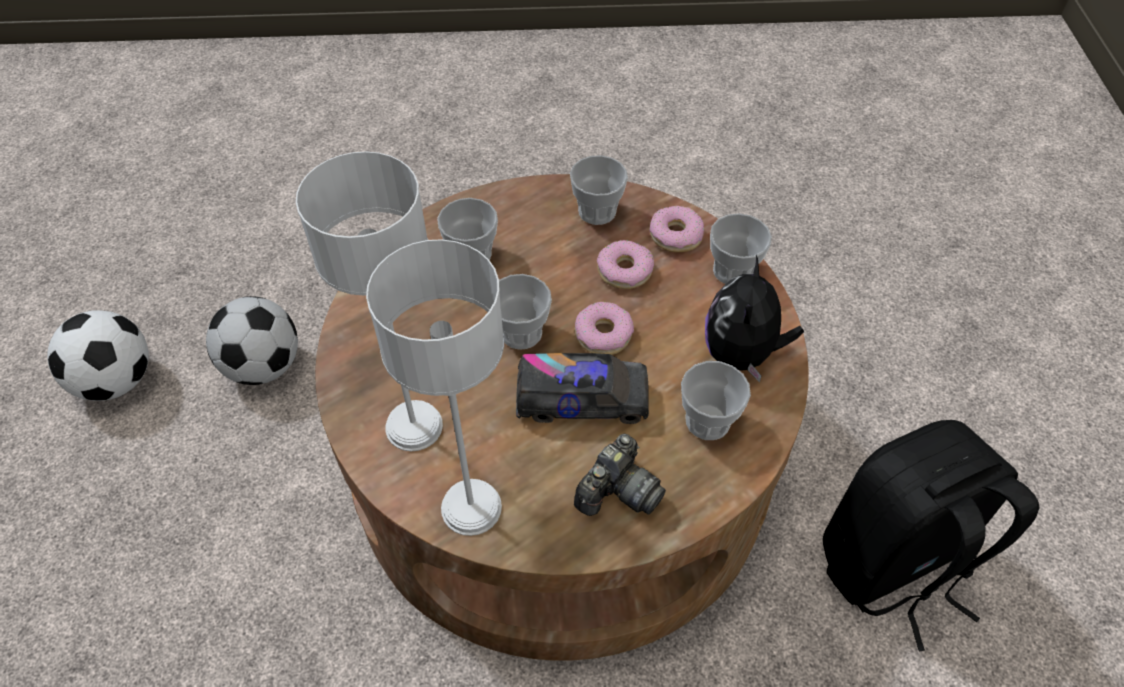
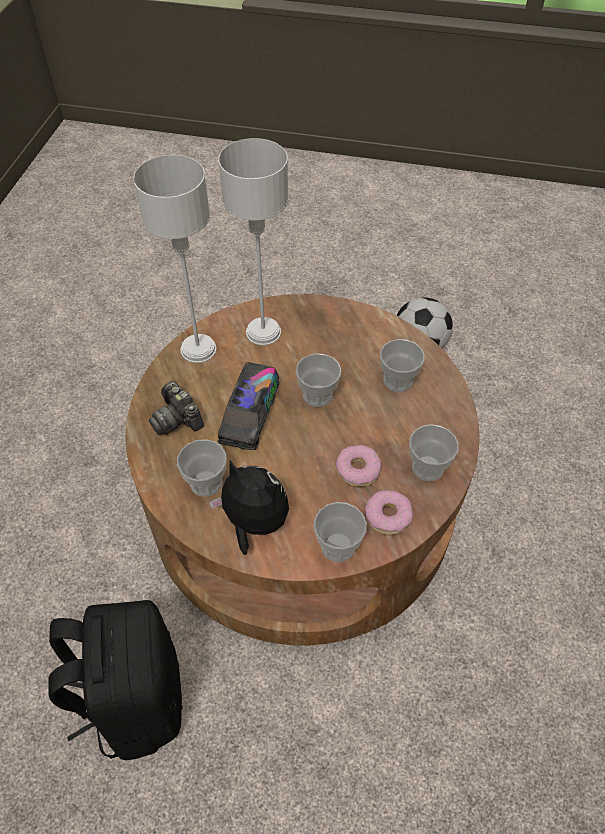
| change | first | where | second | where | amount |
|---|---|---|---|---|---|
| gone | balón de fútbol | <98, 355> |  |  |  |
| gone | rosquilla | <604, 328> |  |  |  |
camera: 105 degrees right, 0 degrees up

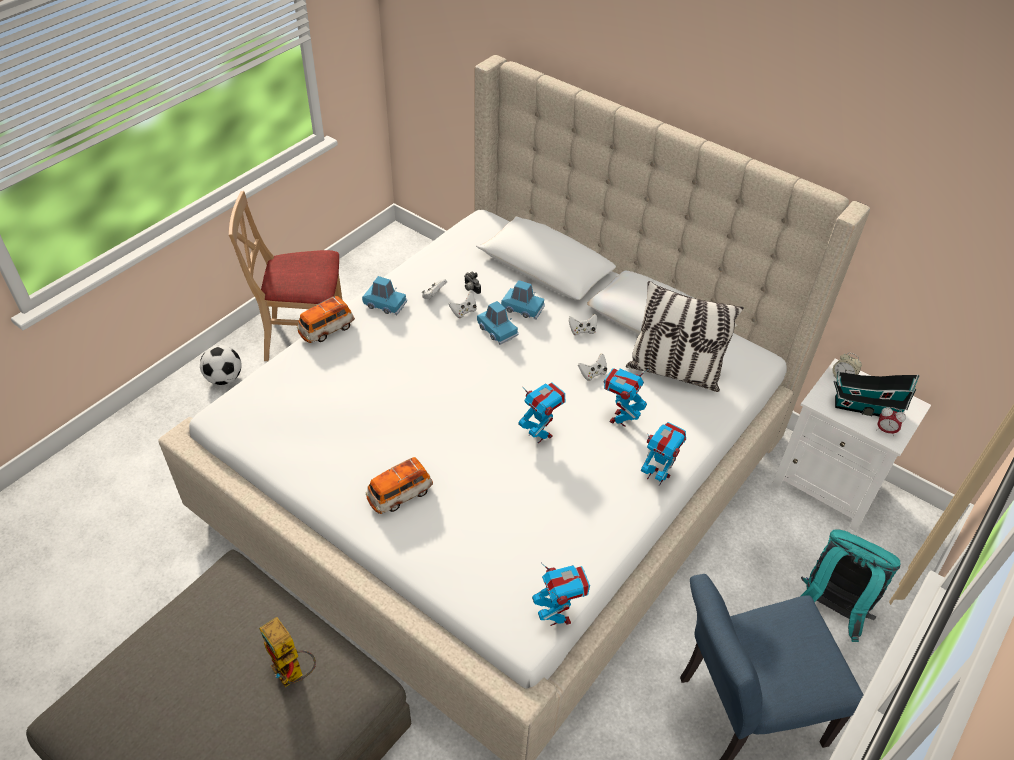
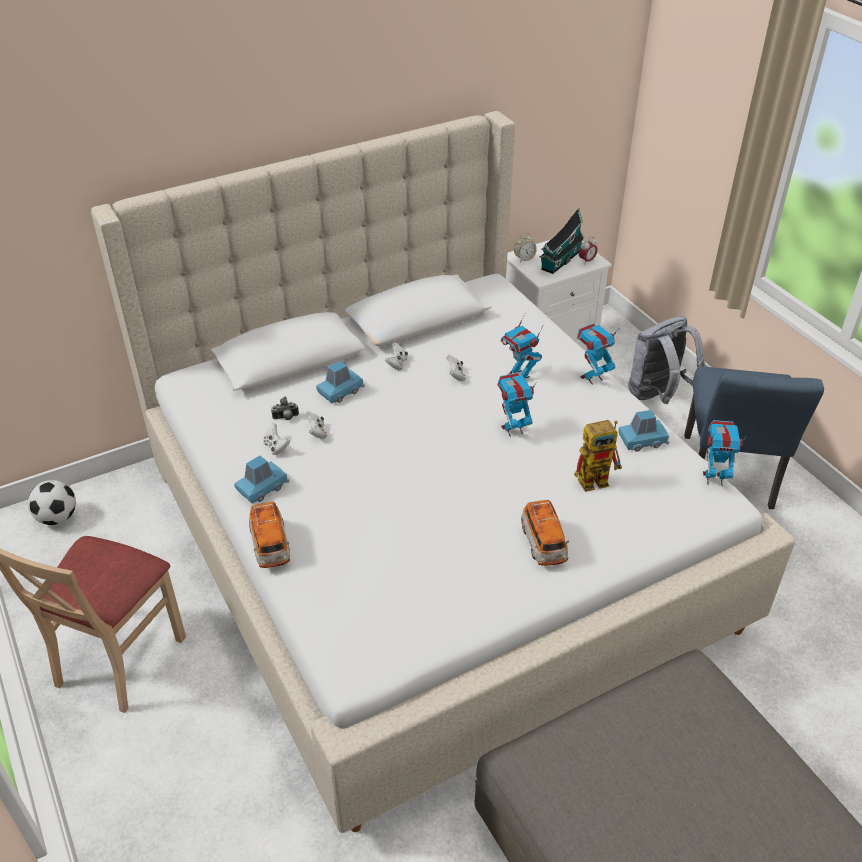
| change | first | where | second | where | amount |
|---|---|---|---|---|---|
| shifted | balón de fútbol | <221, 365> |  | <52, 502> |  |
| shifted | robot de juguete | <287, 652> |  | <598, 456> |  |
| shifted | coche de juguete/azul | <498, 323> |  | <644, 431> |  |
| gone | cojín | <685, 336> |  |  |  |
| repainted | mochila/turquesa | <851, 585> | mochila/gris | <666, 360> |  |
camera: 65 degrees left, 5 degrees down

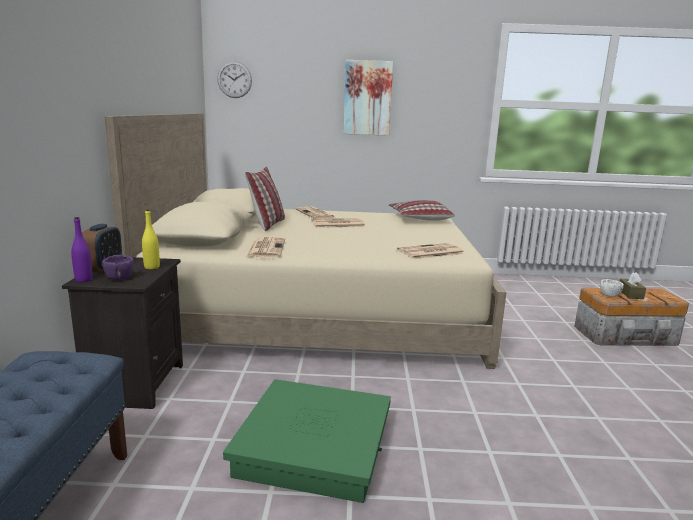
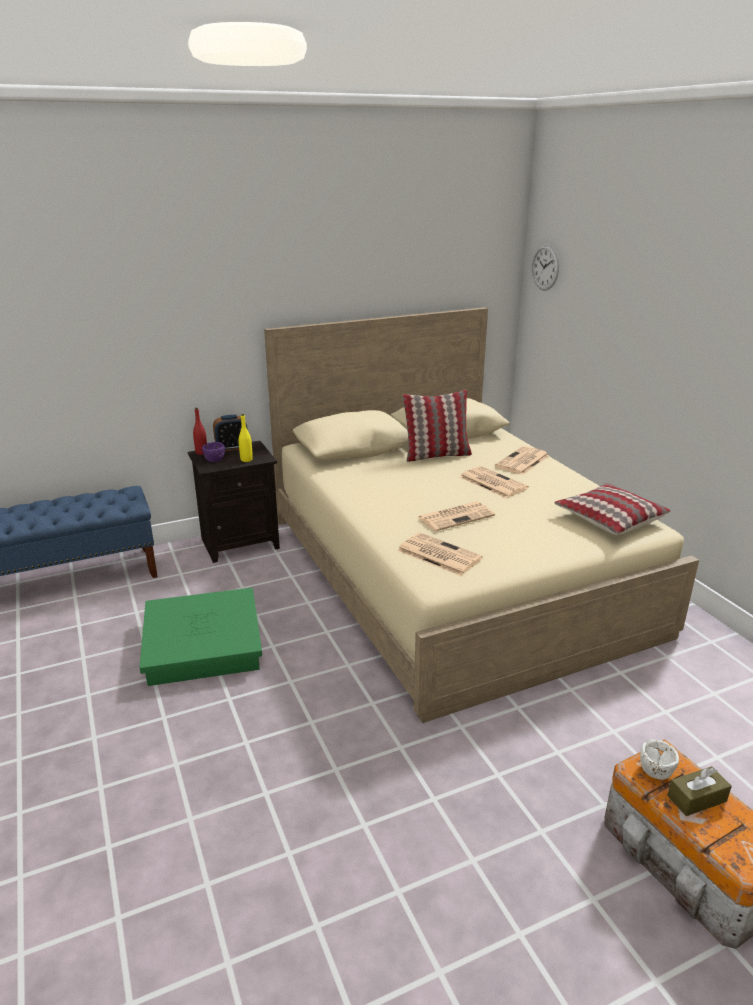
| change | first | where | second | where | amount |
|---|---|---|---|---|---|
| repainted | botella/morado | <82, 249> | botella/rojo | <200, 431> |  |
| shifted | periódico | <265, 247> |  | <456, 516> |  |
| gone | cuadro | <368, 98> |  |  |  |
camera: 65 degrees right, 10 degrees up

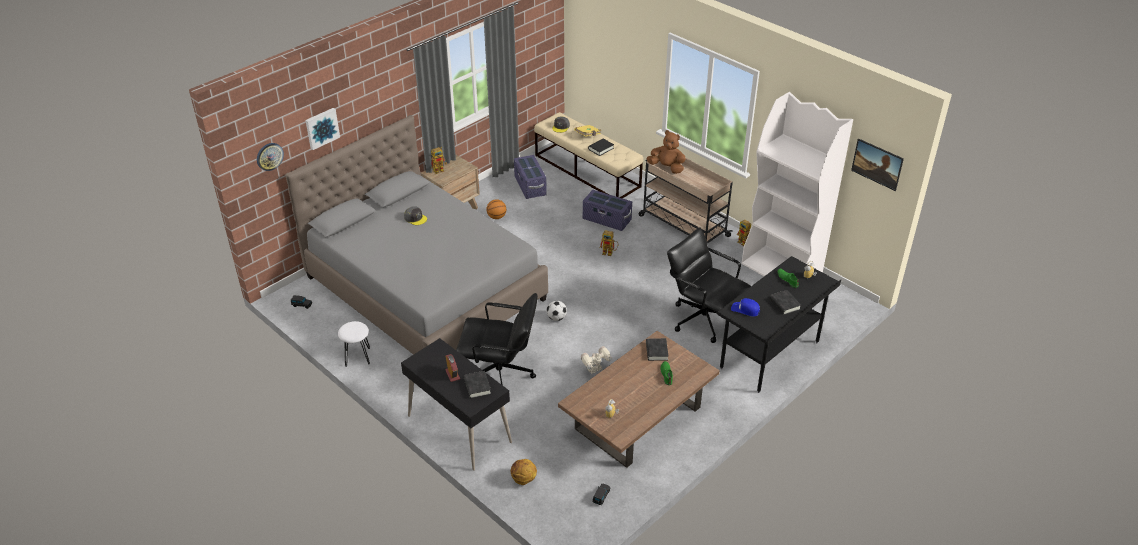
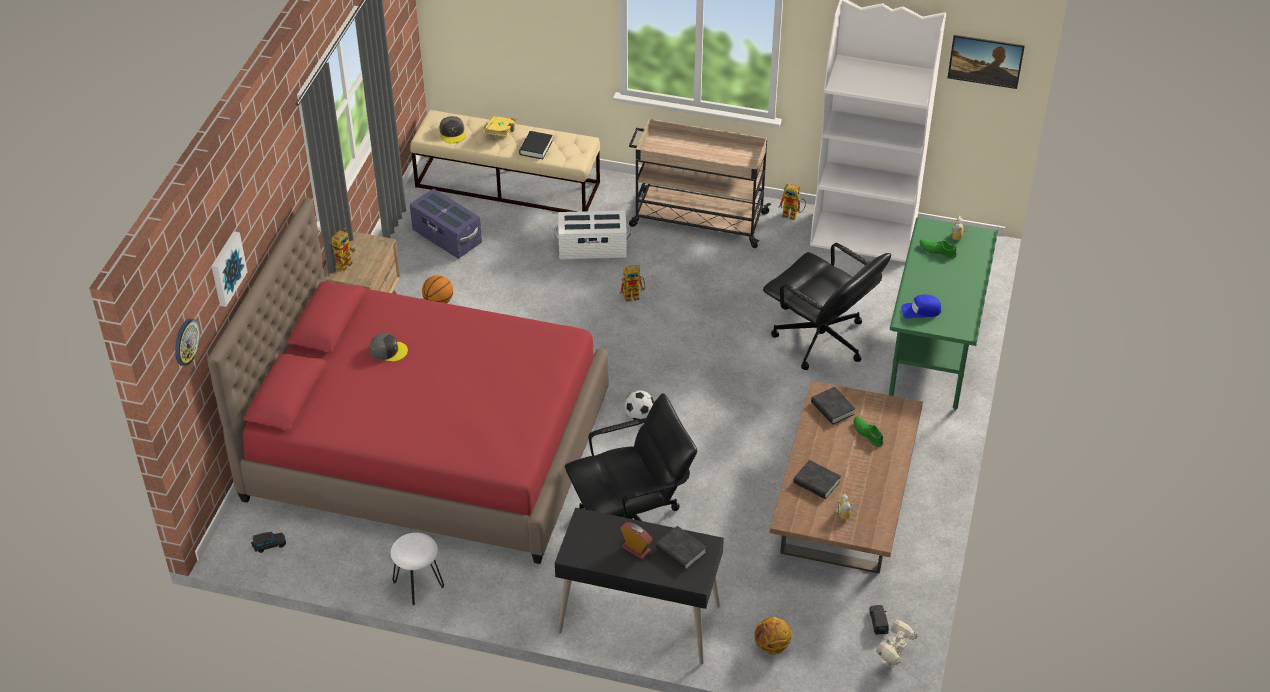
| change | first | where | second | where | amount |
|---|---|---|---|---|---|
| repainted | cama/gris | <416, 235> | cama/rojo | <408, 380> |  |
| shifted | robot de juguete | <596, 360> |  | <897, 644> |  |
| repainted | caja de almacenaje/morado | <607, 210> | caja de almacenaje/blanco | <592, 234> |  |
| gone | peluche/marrón | <666, 152> |  |  |  |
| rotated | silla de oficina/negro | <709, 285> |  | <827, 306> | 150 degrees counterclockwise |
| repainted | escritorio/negro | <779, 324> | escritorio/verde | <944, 314> |  |
| shifted | libro/negro | <785, 302> |  | <817, 479> |  |
camera: 30 degrees left, 5 degrees up

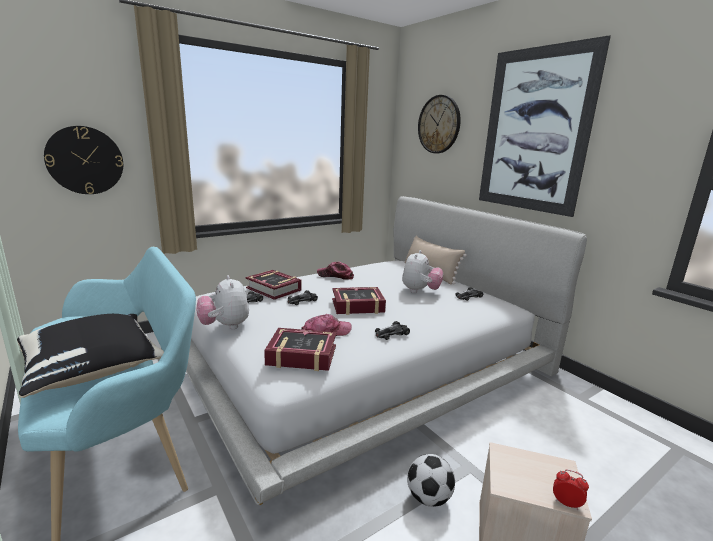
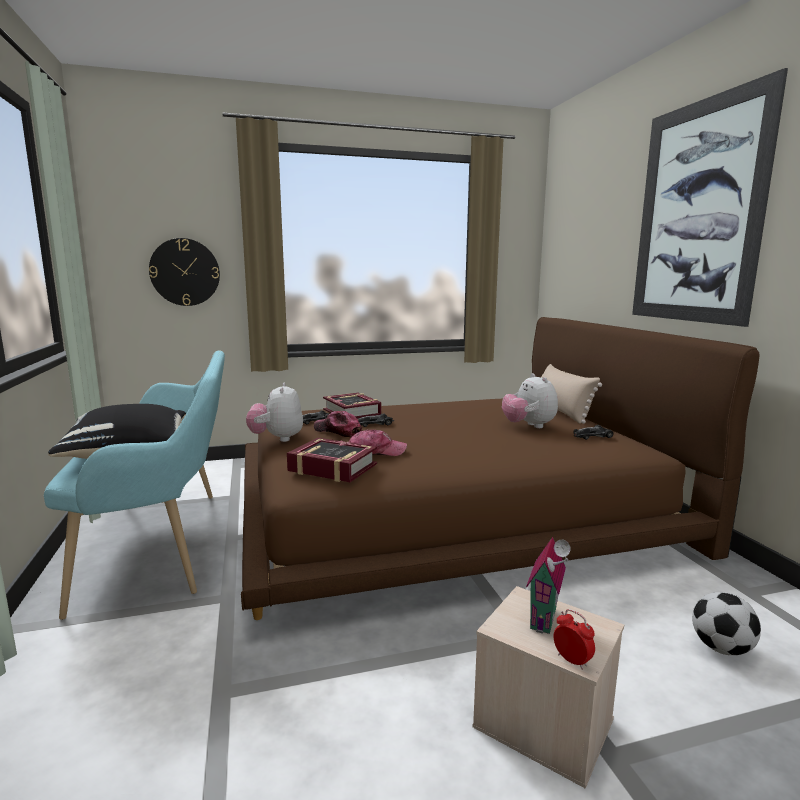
| change | first | where | second | where | amount |
|---|---|---|---|---|---|
| repainted | cama/blanco | <386, 350> | cama/marrón | <500, 468> |  |
| shifted | gorra | <335, 271> |  | <338, 424> |  |
| gone | libro | <359, 301> |  |  |  |
| gone | coche de juguete | <392, 330> |  |  |  |
| rotated | peluche | <422, 271> |  | <530, 400> | 120 degrees clockwise |
| shifted | balón de fútbol | <431, 480> |  | <726, 623> |  |
| gone | reloj de pared | <439, 124> |  |  |  |
| new |  |  | casita | <548, 585> |  |
camera: 20 degrees right, 5 degrees down

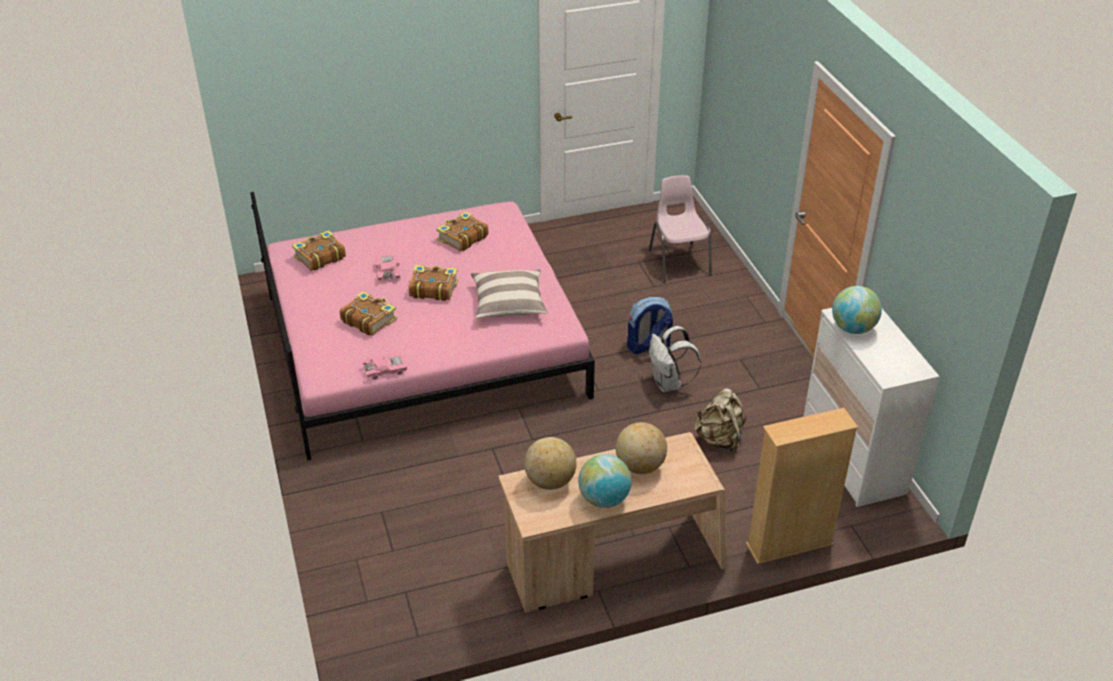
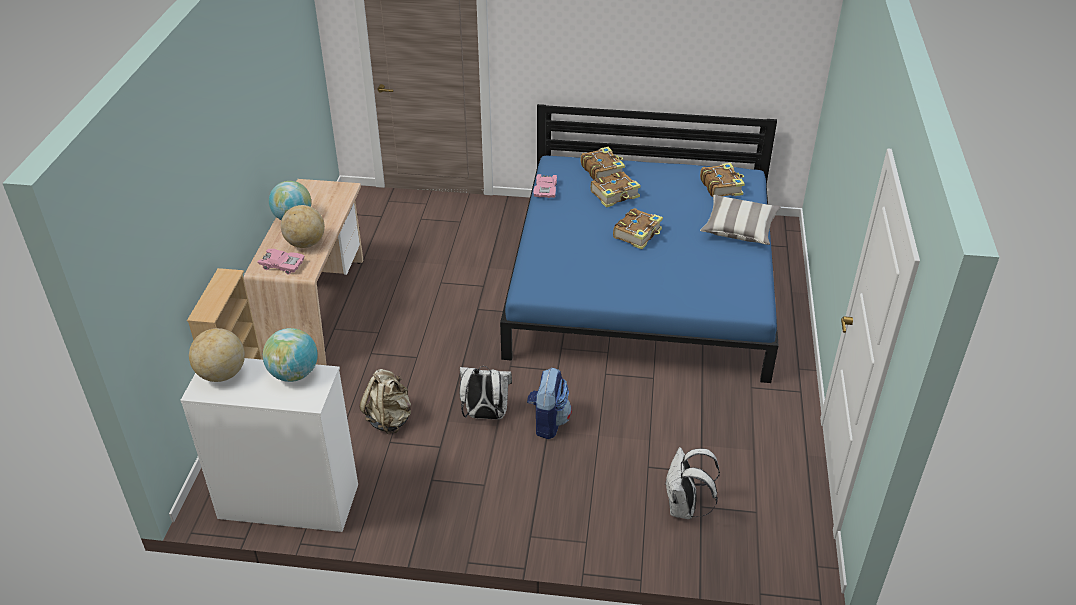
| change | first | where | second | where | amount |
|---|---|---|---|---|---|
| repainted | cama/rosa | <422, 326> | cama/azul | <639, 243> |  |
| shifted | coche de juguete/rosa | <387, 267> |  | <281, 262> |  |
| shifted | libro | <462, 231> |  | <603, 163> |  |
| shifted | cojín | <509, 293> |  | <740, 220> |  |
| shifted | globo terráqueo | <550, 463> |  | <217, 355> |  |
| swapped | silla/rosa | <680, 229> | mochila/blanco | <692, 483> |  |
camera: 115 degrees right, 0 degrees up

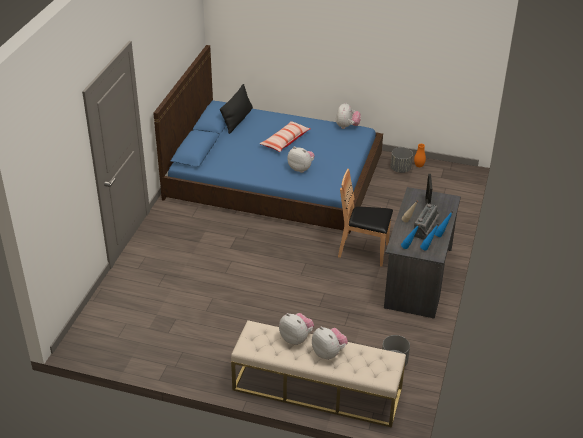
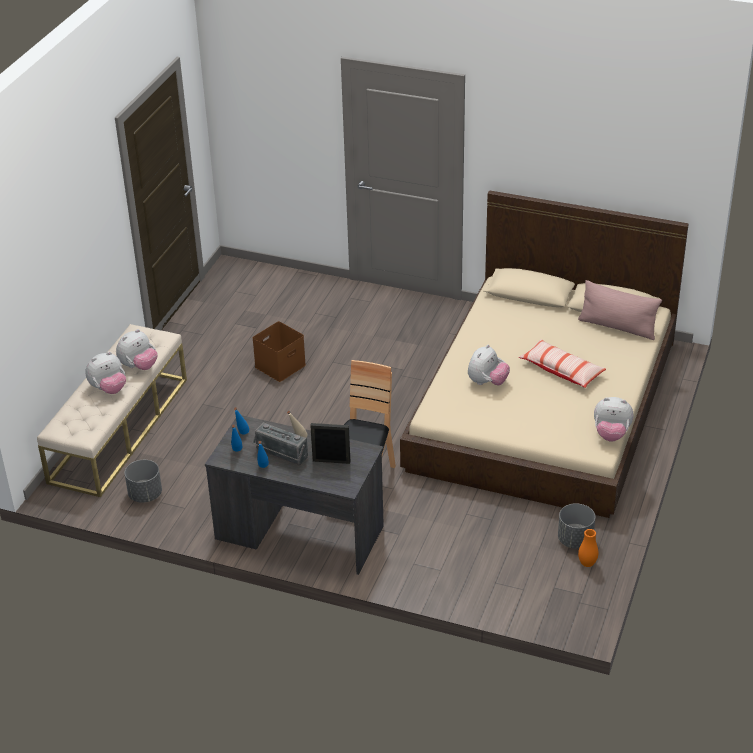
| change | first | where | second | where | amount |
|---|---|---|---|---|---|
| repainted | cama/azul | <268, 139> | cama/beis | <544, 354> |  |
| repainted | cojín/negro | <236, 109> | cojín/rosa | <620, 310> |  |
| new |  |  | caja de almacenaje/marrón | <279, 351> |  |
camera: 95 degrees right, 0 degrees up

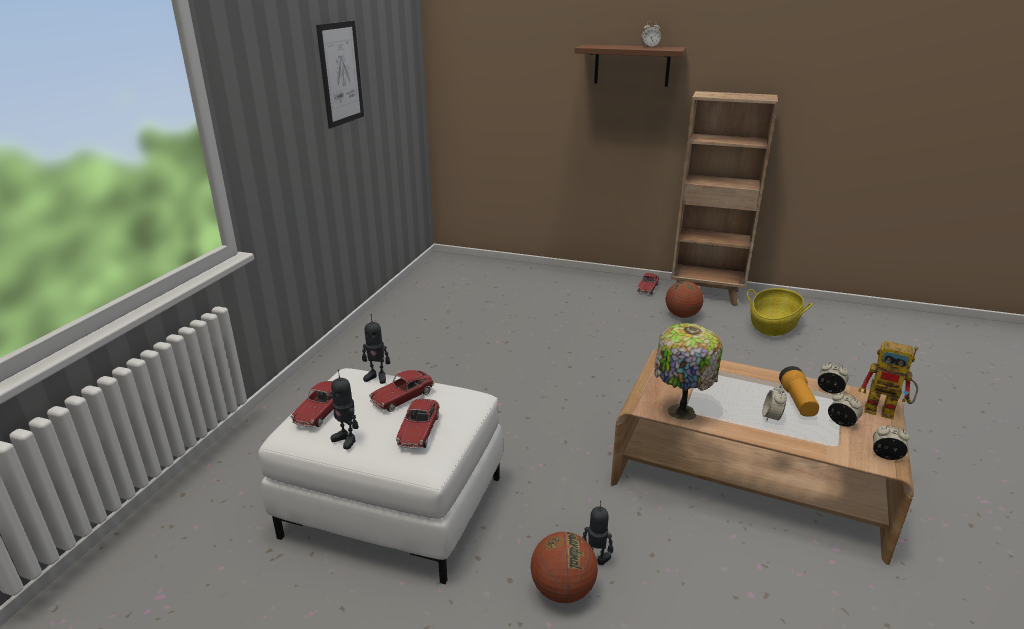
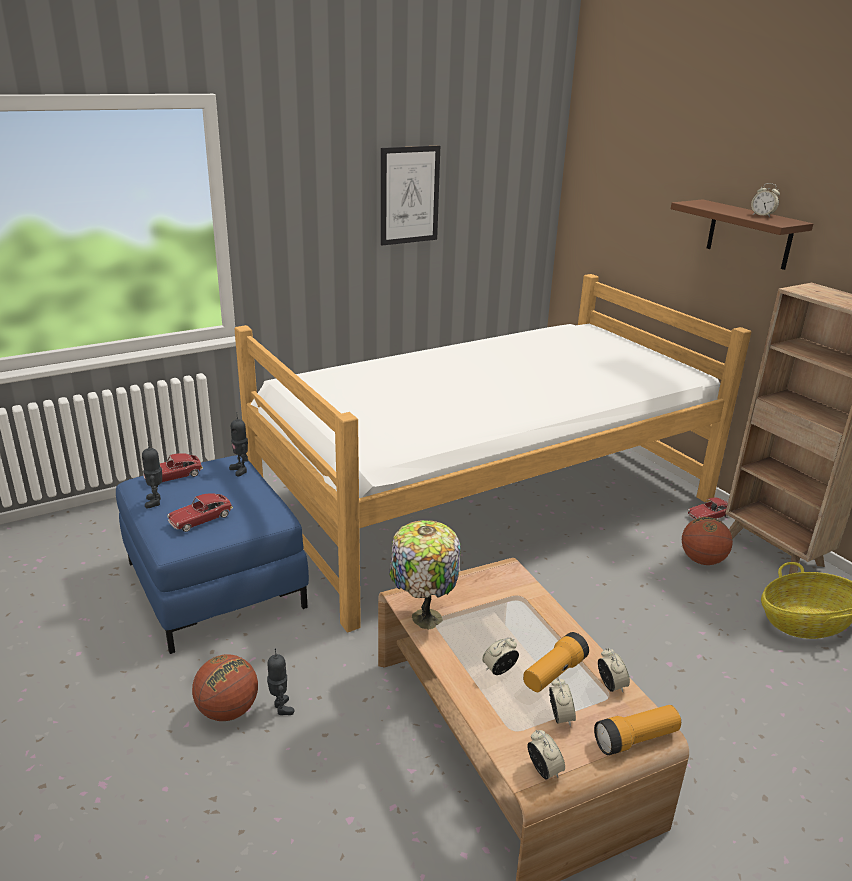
| change | first | where | second | where | amount |
|---|---|---|---|---|---|
| repainted | puf/blanco | <381, 476> | puf/azul | <212, 554> |  |
| gone | coche de juguete | <401, 391> |  |  |  |
| swapped | robot de juguete | <888, 380> | linterna | <637, 730> |  |
| new |  |  | cama | <492, 453> |  |
camera: 40 degrees right, 0 degrees up

